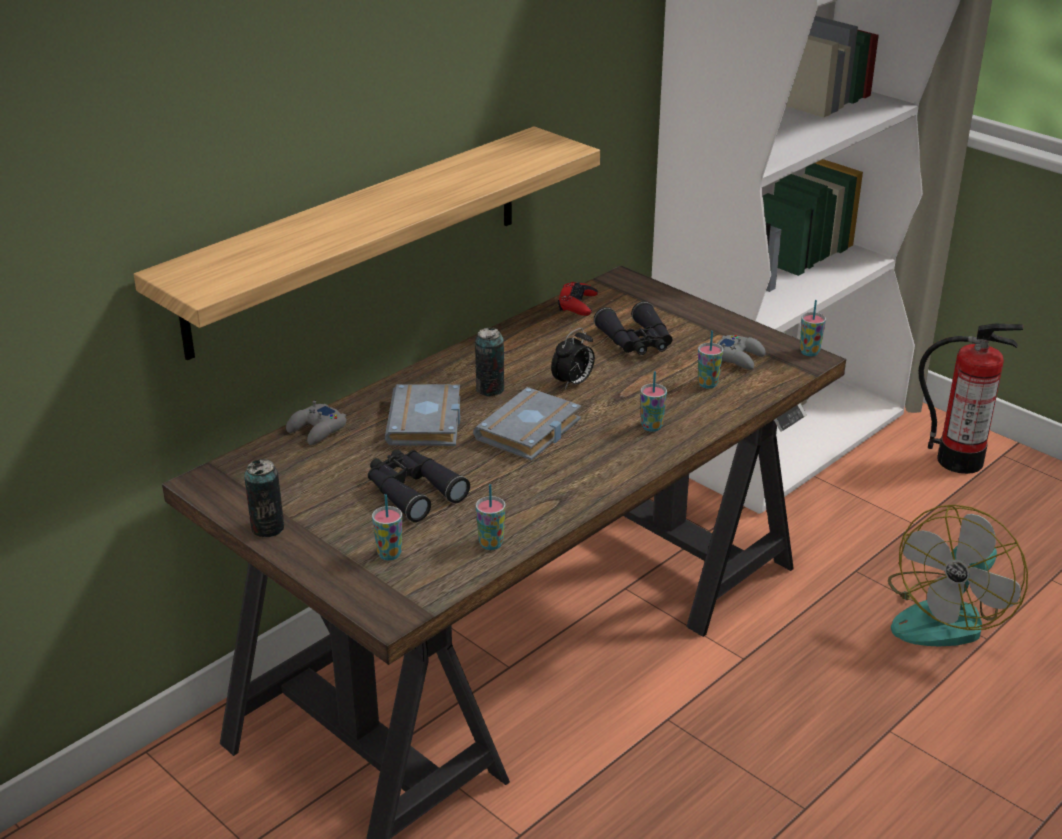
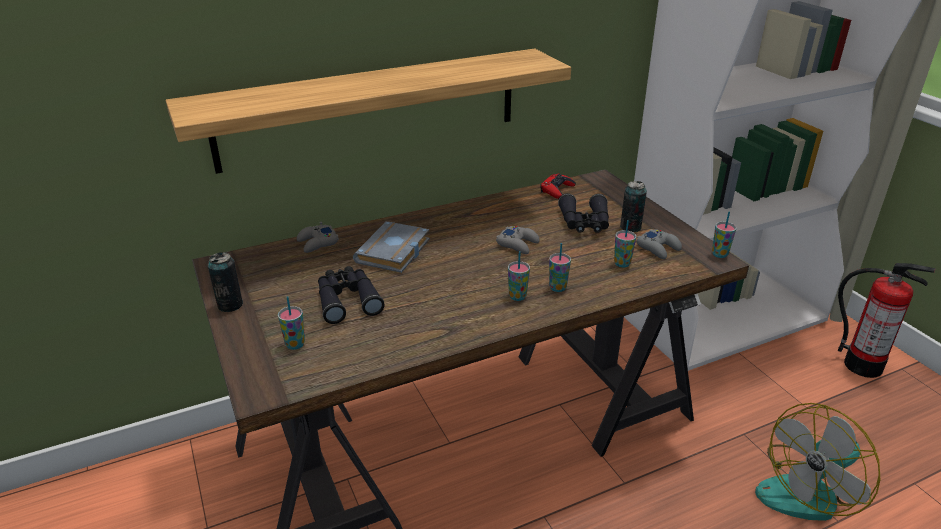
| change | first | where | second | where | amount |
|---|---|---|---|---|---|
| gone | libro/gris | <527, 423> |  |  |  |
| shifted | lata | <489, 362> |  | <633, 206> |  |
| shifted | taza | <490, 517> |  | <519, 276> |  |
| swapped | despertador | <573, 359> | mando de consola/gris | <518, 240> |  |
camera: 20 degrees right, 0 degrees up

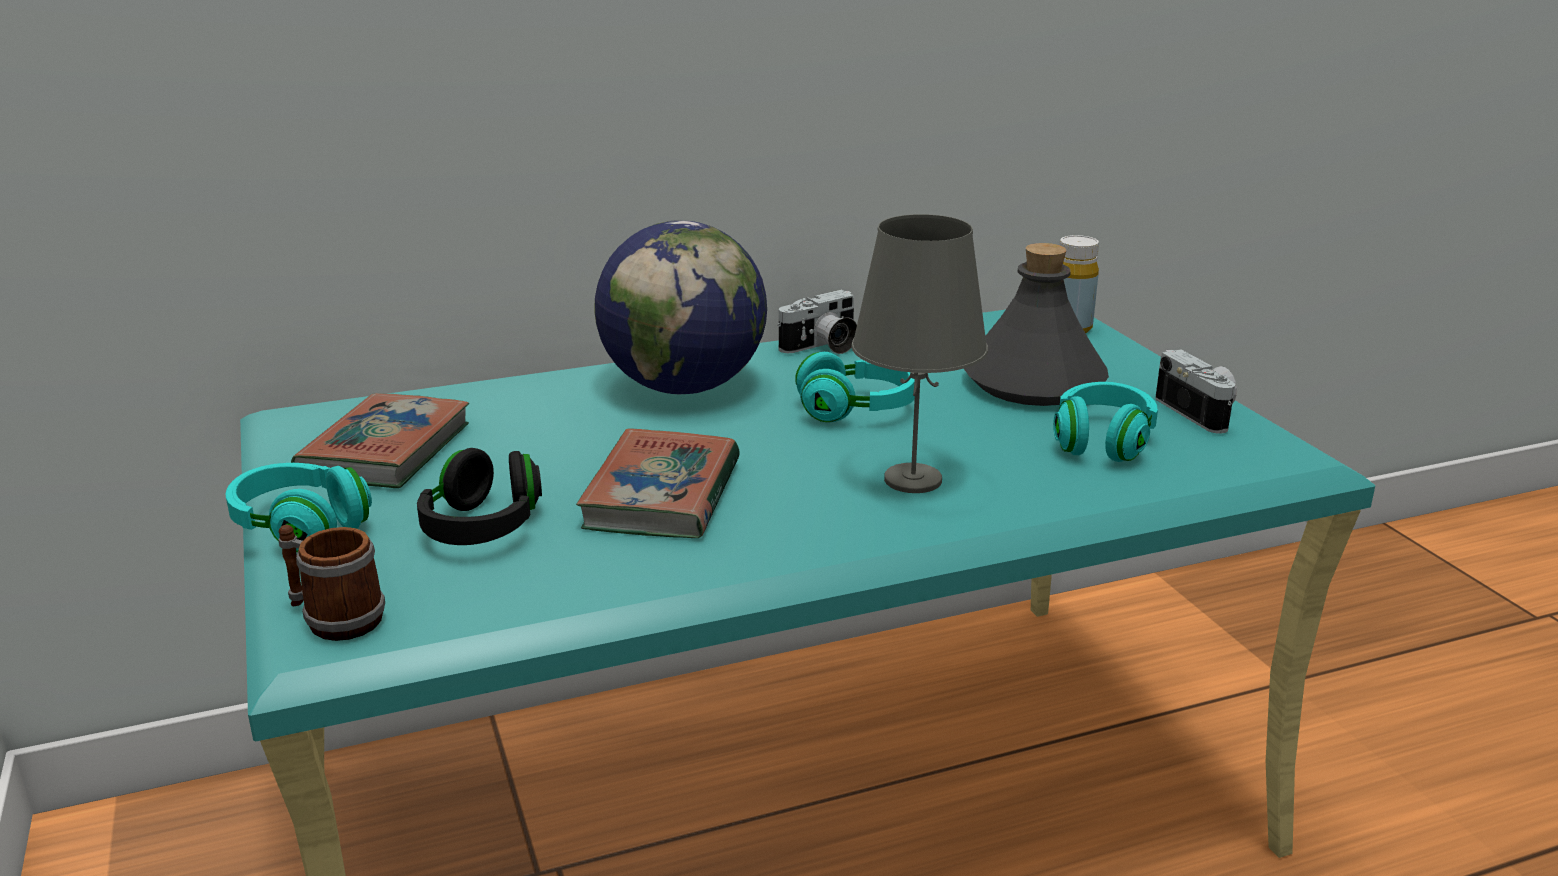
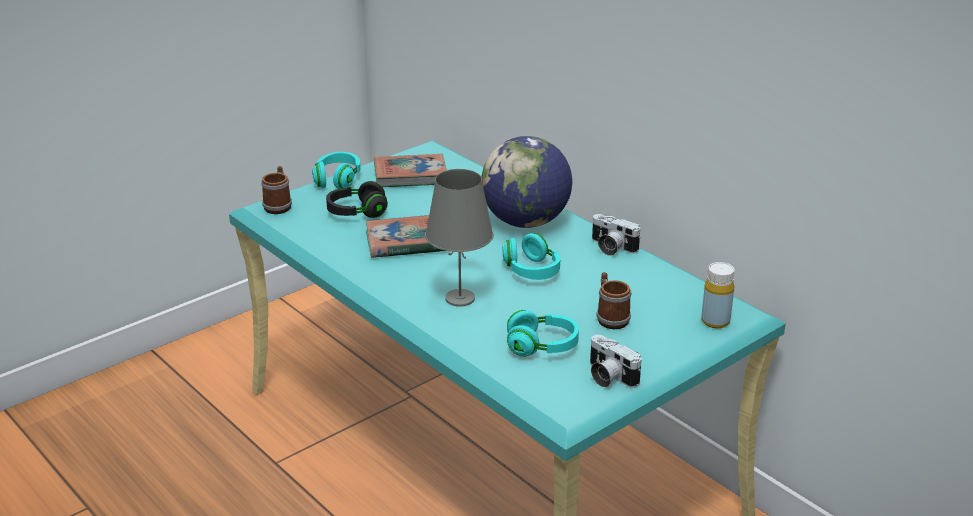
| change | first | where | second | where | amount |
|---|---|---|---|---|---|
| swapped | botella/gris | <1036, 324> | taza grande | <614, 300> |  |
| rotated | cámara | <1196, 392> |  | <616, 361> | 90 degrees clockwise |
camera: 70 degrees right, 5 degrees up

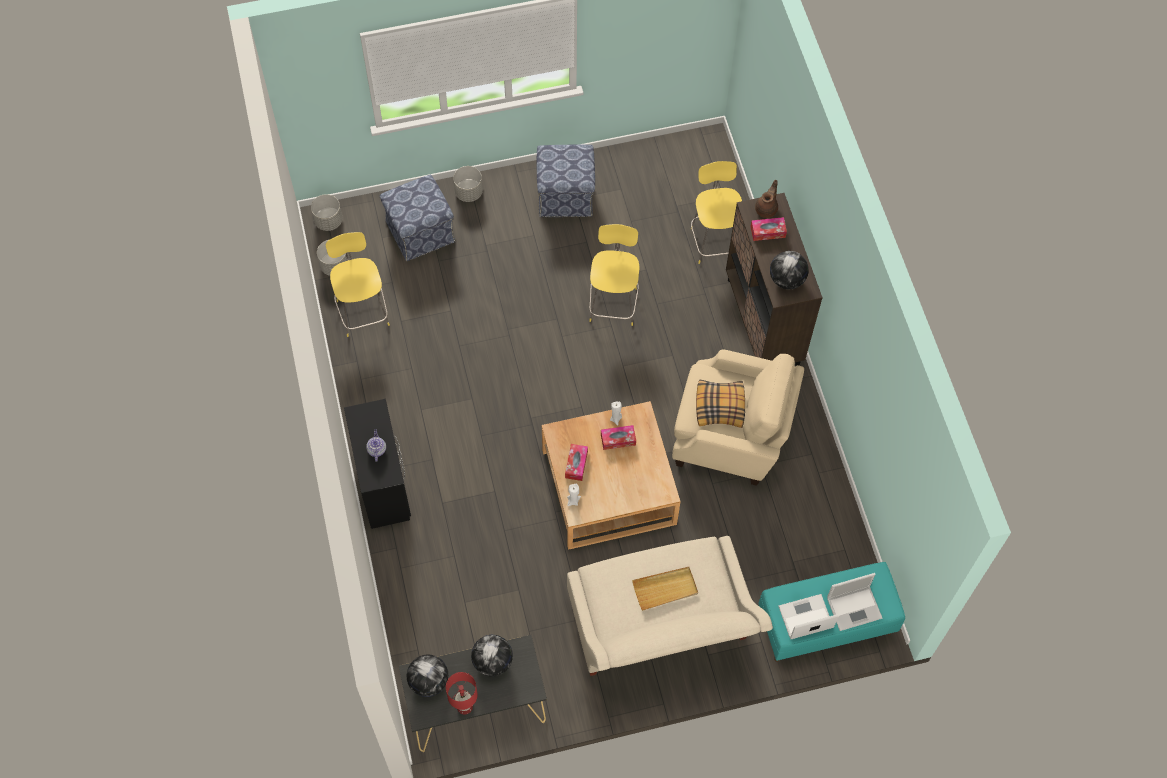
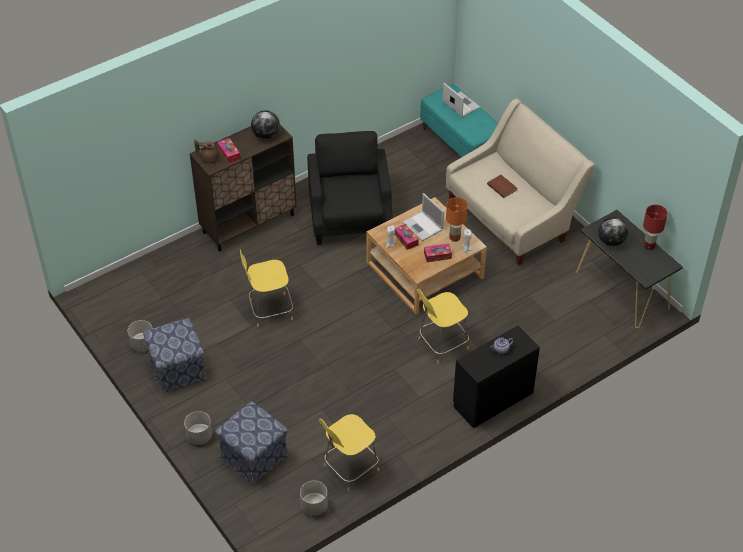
| change | first | where | second | where | amount |
|---|---|---|---|---|---|
| shifted | maceta/gris | <326, 212> |  | <140, 336> |  |
| gone | globo terráqueo | <427, 675> |  |  |  |
| swapped | bandeja/beis | <665, 589> | libro/marrón | <502, 186> |  |
| repainted | sillón/beis | <738, 417> | sillón/negro | <350, 188> |  |
| shifted | taburete/amarillo | <716, 212> |  | <443, 326> |  |
| gone | cojín | <720, 404> |  |  |  |
| shifted | portátil | <809, 616> |  | <423, 217> |  |
| new |  |  | lámpara de mesa/naranja | <456, 219> |  |
camera: 110 degrees left, 15 degrees down

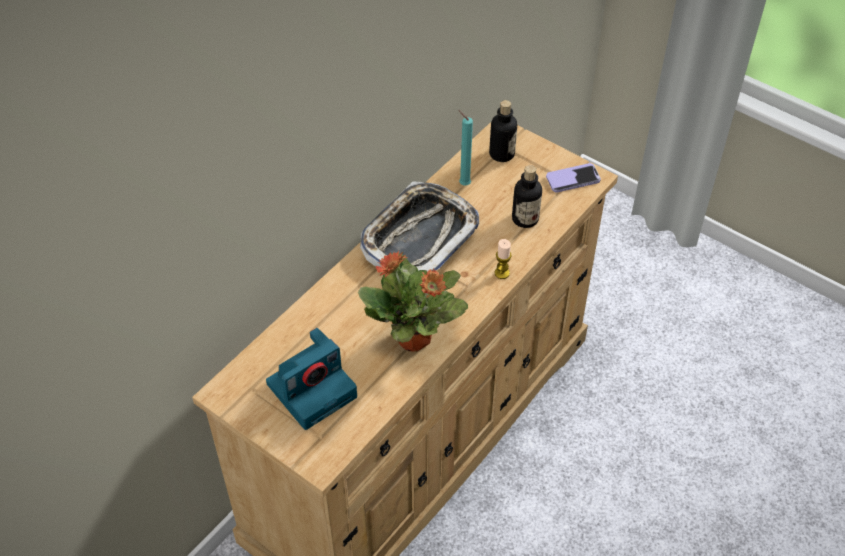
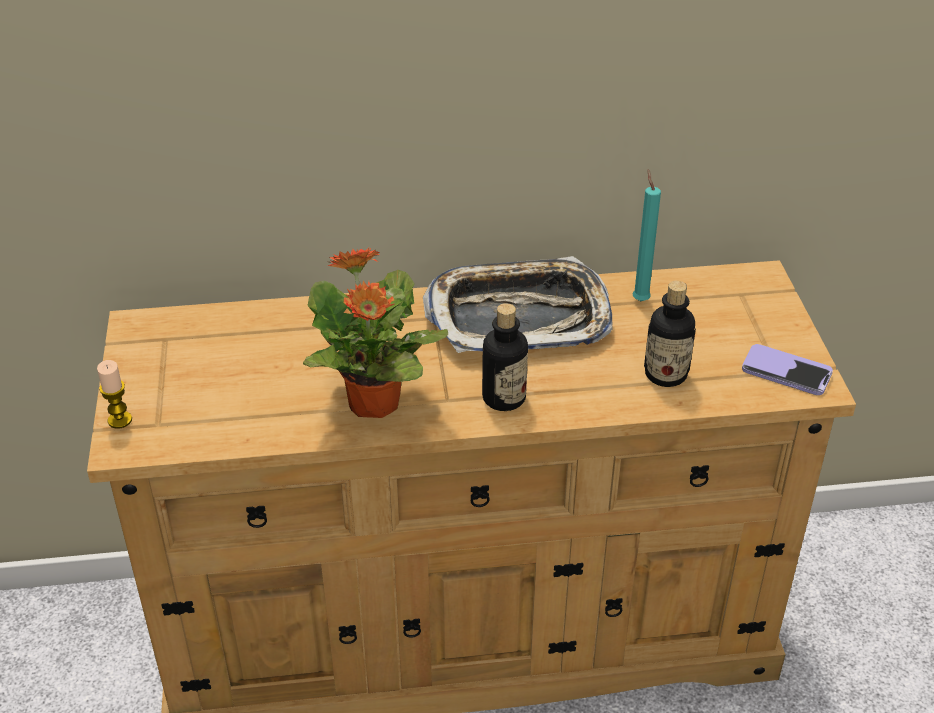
| change | first | where | second | where | amount |
|---|---|---|---|---|---|
| gone | cámara | <311, 379> |  |  |  |
| shifted | botella | <503, 131> |  | <505, 357> |  |
| shifted | vela | <503, 259> |  | <114, 394> |  |
camera: 45 degrees right, 10 degrees down

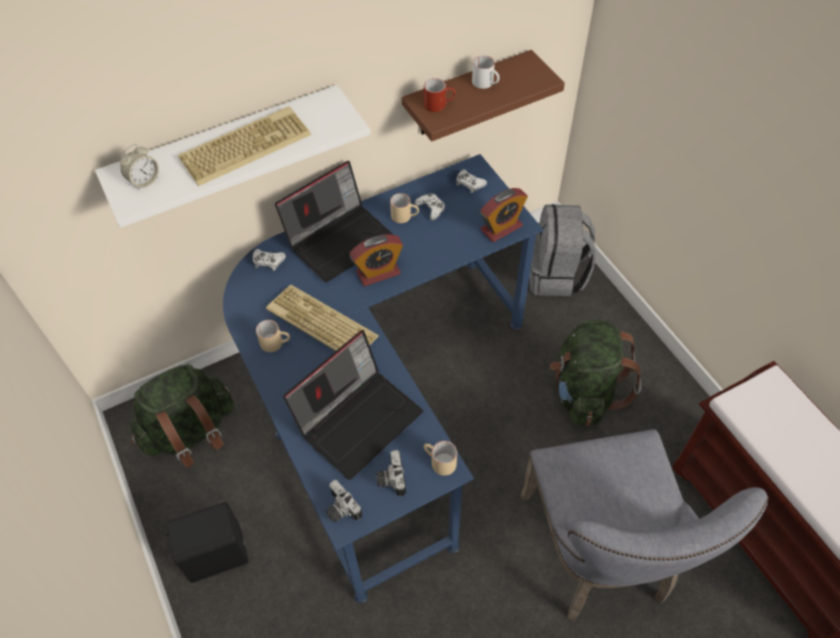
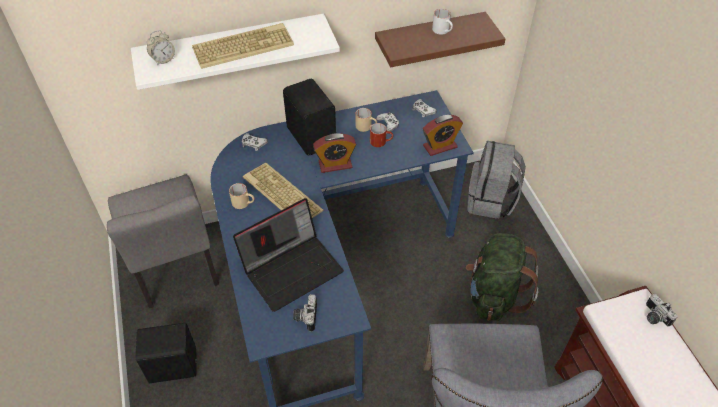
| change | first | where | second | where | amount |
|---|---|---|---|---|---|
| swapped | mochila/verde | <183, 416> | silla/gris | <163, 241> |  |
| swapped | portátil | <334, 222> | altavoz/negro | <309, 117> |  |
| shifted | cámara | <344, 501> |  | <662, 310> |  |
| shifted | taza grande/rojo | <440, 95> |  | <381, 135> |  |
| gone | taza grande/beis | <440, 458> |  |  |  |
camera: 10 degrees right, 5 degrees down

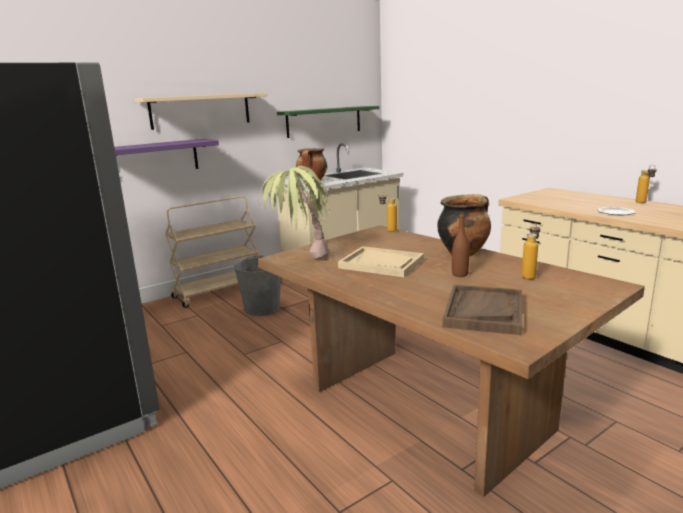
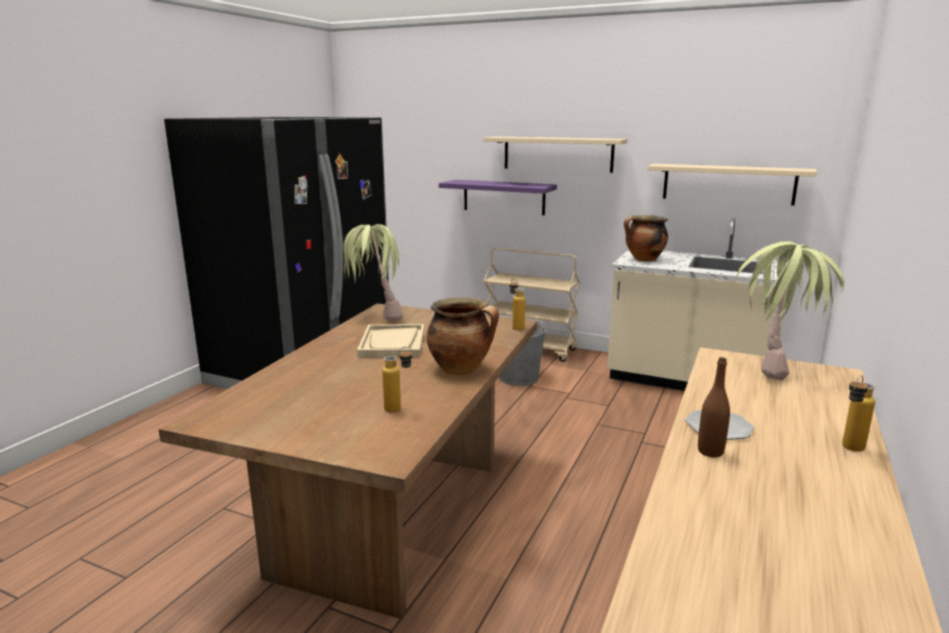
| change | first | where | second | where | amount |
|---|---|---|---|---|---|
| repainted | estante/verde | <328, 122> | estante/beis | <732, 185> |  |
| gone | bandeja/marrón | <482, 310> |  |  |  |
| shifted | botella/marrón | <460, 244> |  | <714, 407> |  |
| new |  |  | planta en maceta | <790, 311> |  |
camera: 60 degrees right, 0 degrees up

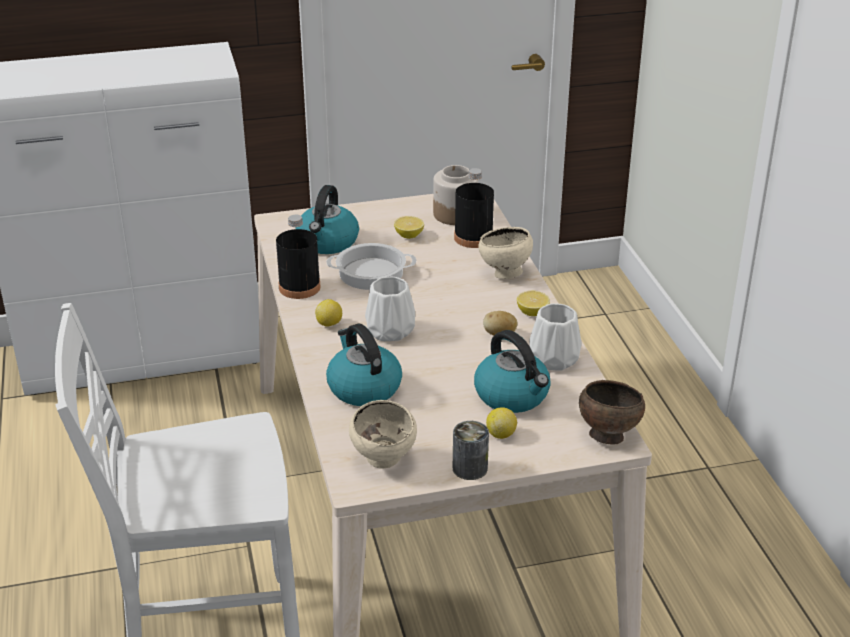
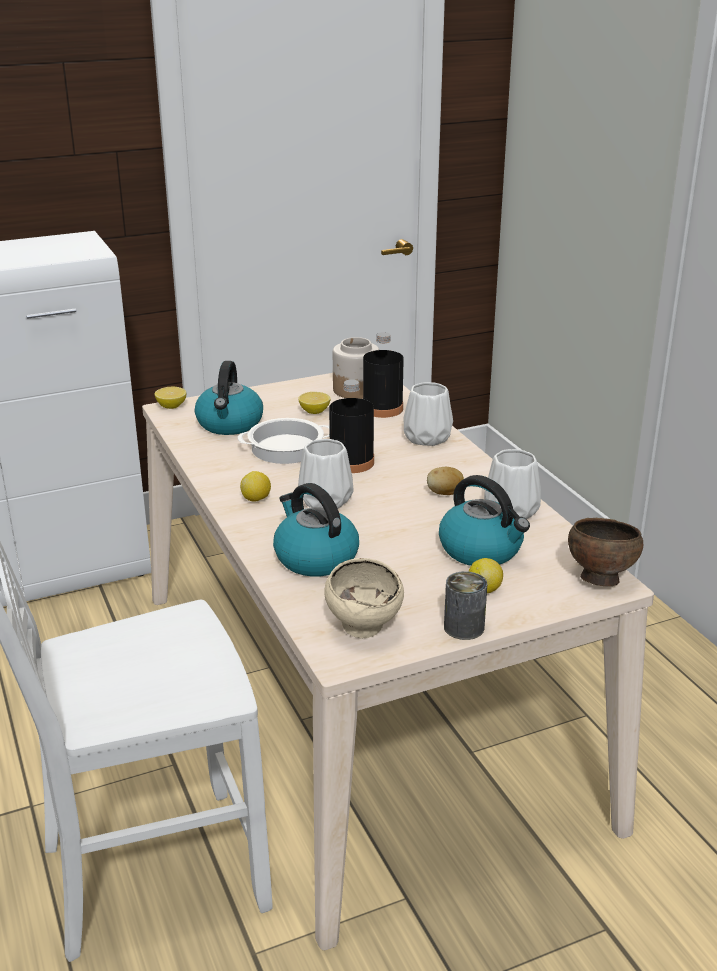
| change | first | where | second | where | amount |
|---|---|---|---|---|---|
| shifted | botella/negro | <298, 257> |  | <351, 426> |  |
| swapped | cuenco/beis | <505, 253> | florero/blanco | <428, 414> |  |
| shifted | limón | <533, 303> |  | <170, 398> |  |
camera: 10 degrees left, 5 degrees down

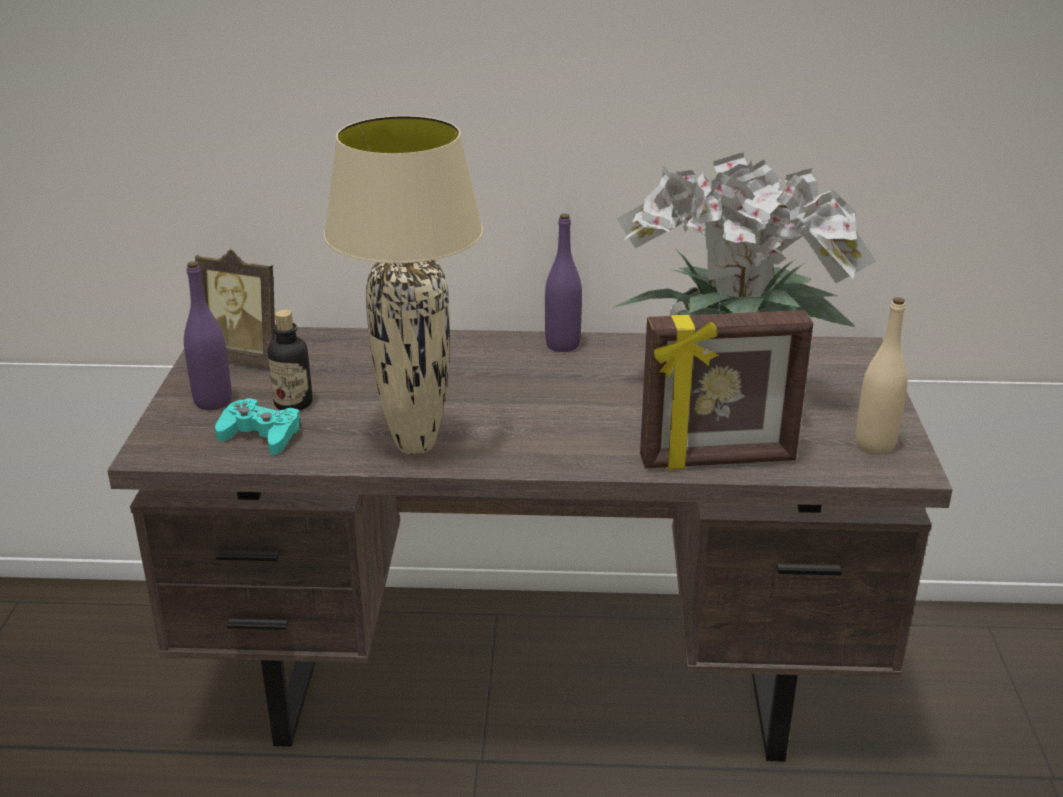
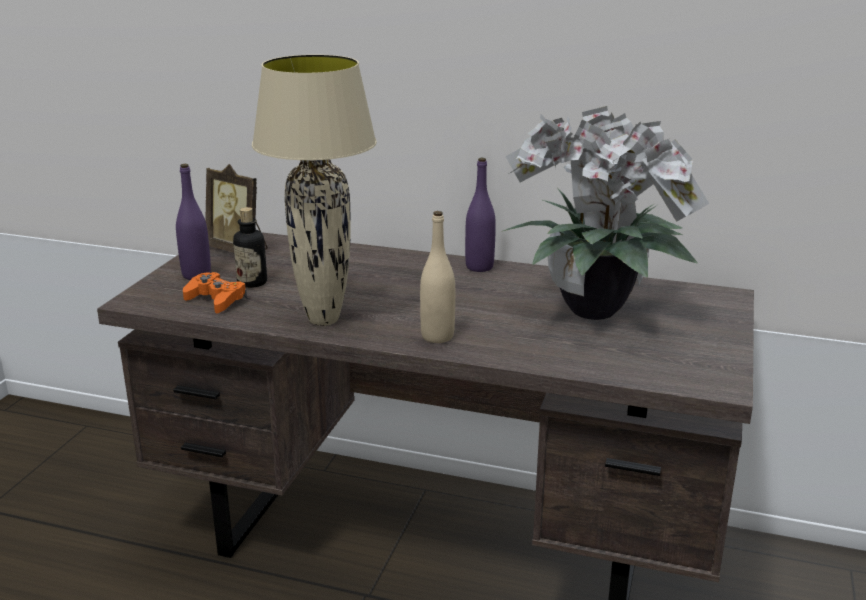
| change | first | where | second | where | amount |
|---|---|---|---|---|---|
| repainted | mando de consola/turquesa | <258, 426> | mando de consola/naranja | <215, 292> |  |
| gone | portarretratos | <726, 390> |  |  |  |
| shifted | botella/beis | <881, 375> |  | <437, 277> |  |
camera: 15 degrees right, 5 degrees down

